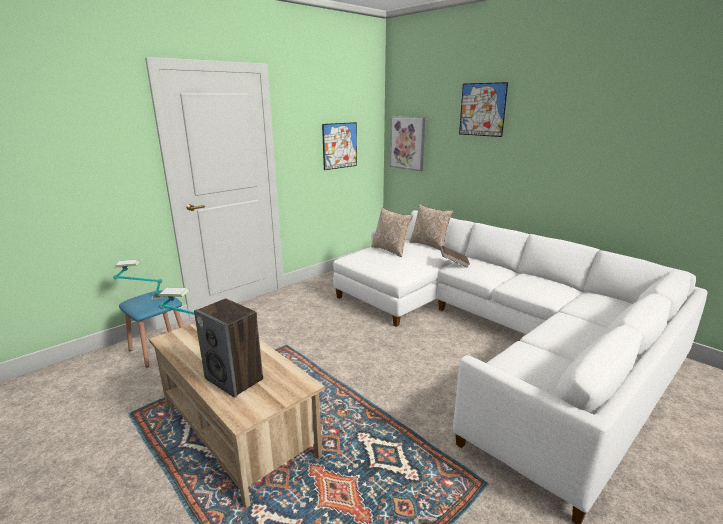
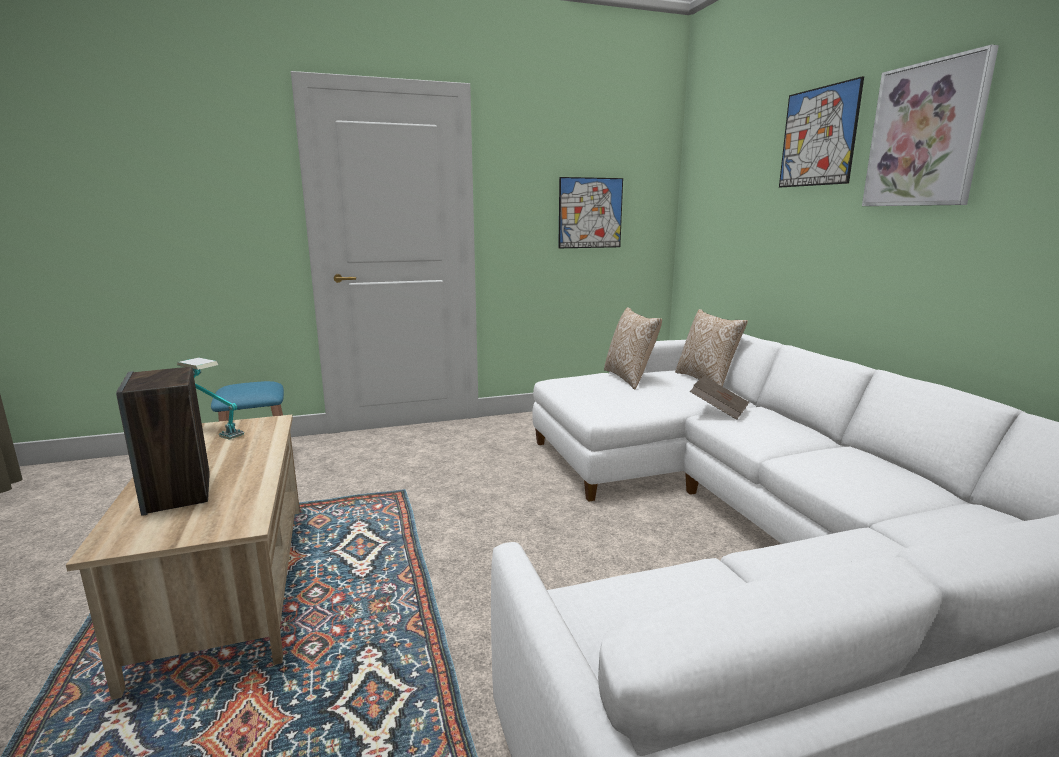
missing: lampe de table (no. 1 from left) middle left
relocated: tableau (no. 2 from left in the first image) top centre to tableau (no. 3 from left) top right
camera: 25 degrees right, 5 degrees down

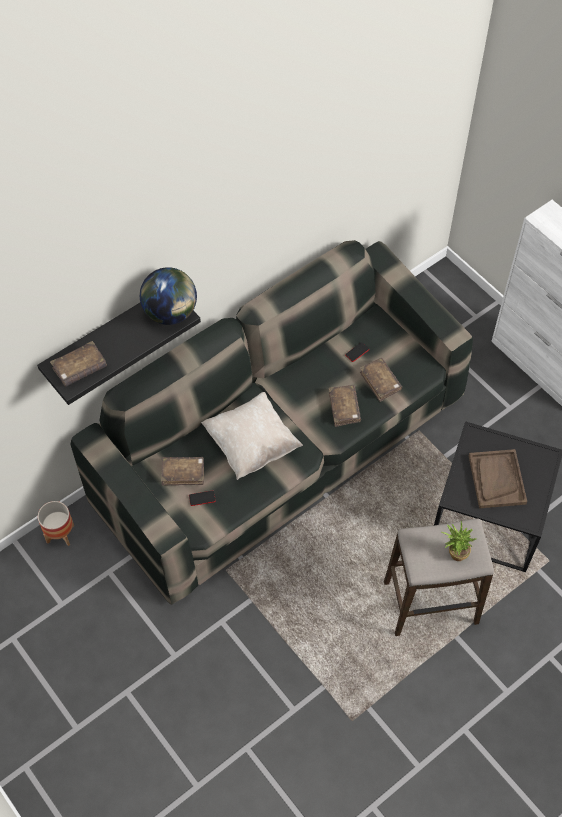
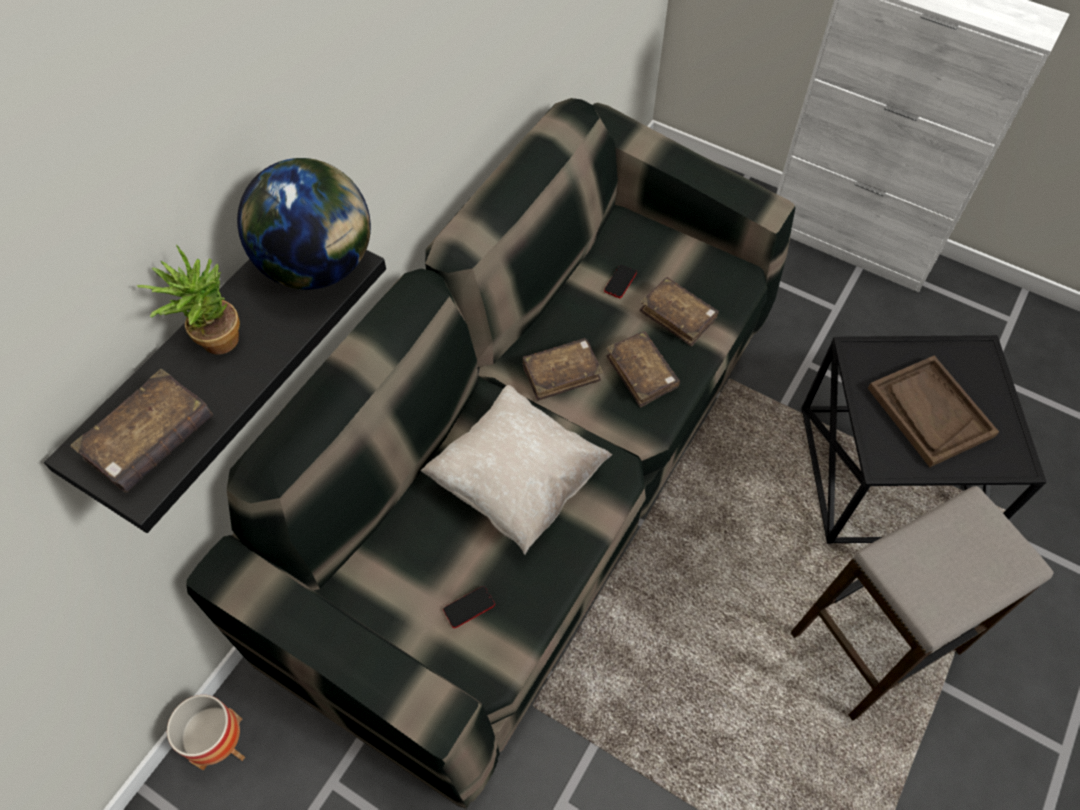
relocated: livre [marron] (no. 2 from left) middle left to centre; plante en pot middle right to middle left
camera: 20 degrees left, 0 degrees up

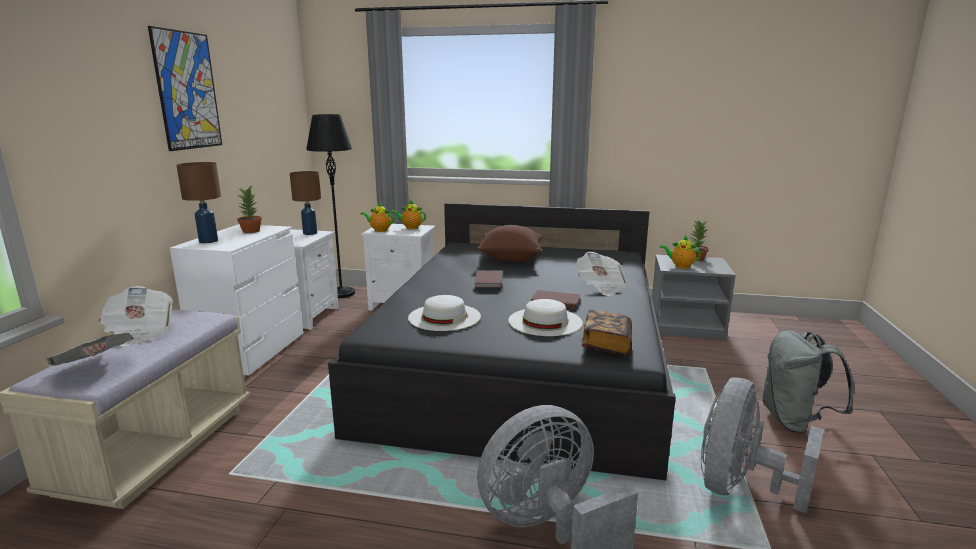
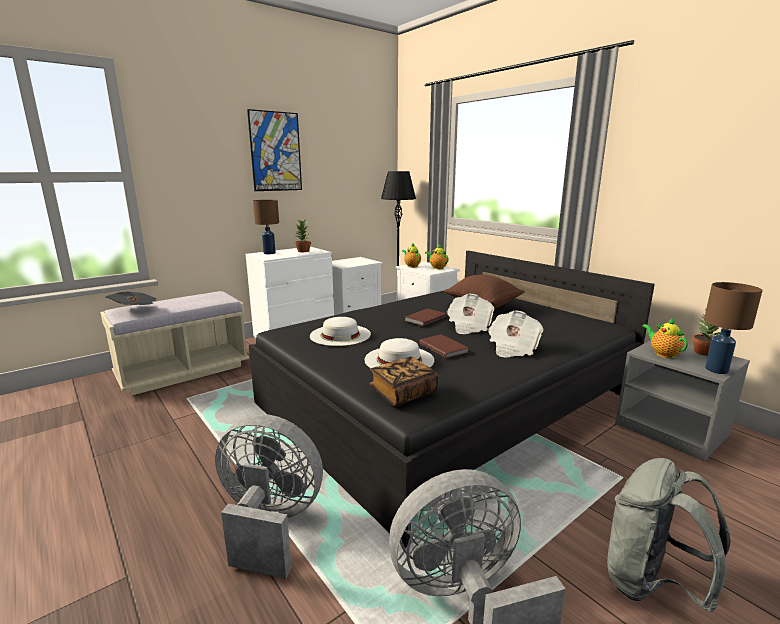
relocated: lampe de table [marron] (no. 2 from left) middle left to middle right; journal (no. 2 from left) middle left to centre
camera: 40 degrees right, 0 degrees up

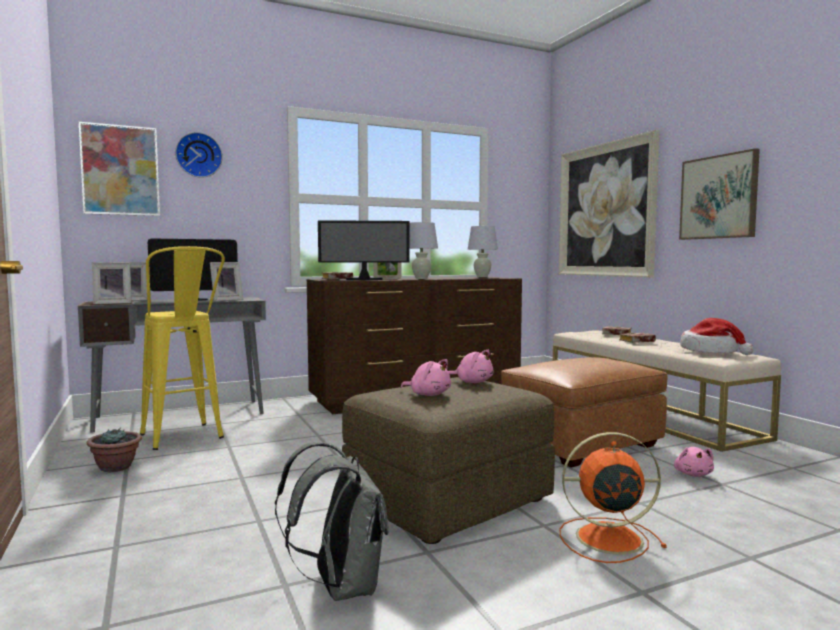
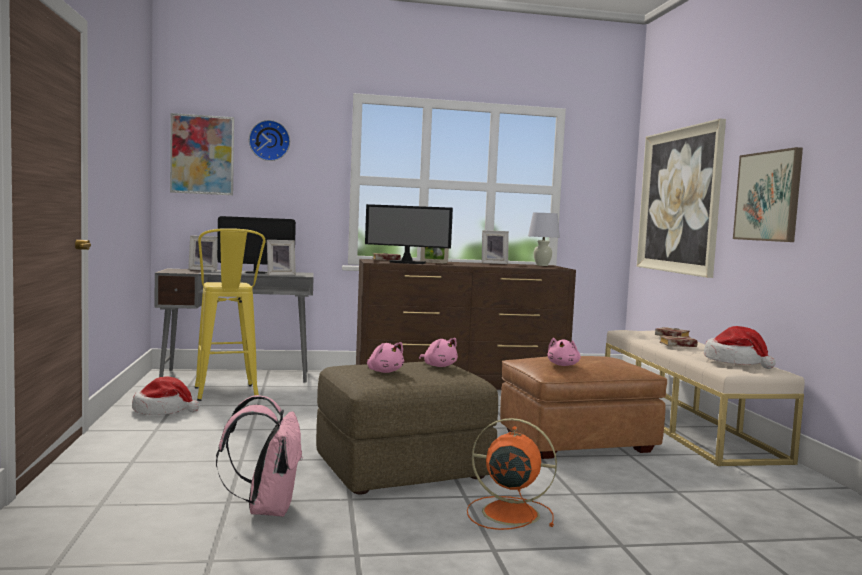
missing: lampe de table [blanc] (no. 1 from left) centre
relocated: cadre photo (no. 1 from left in the first image) middle left to cadre photo (no. 4 from left) centre; peluche [rose] (no. 3 from left) bottom right to centre
exchanged: plante en pot bottom left to chapeau (no. 1 from left) bottom left
colour: sac à dos [gris] bottom centre to sac à dos [rose] bottom left
camera: 15 degrees right, 0 degrees up

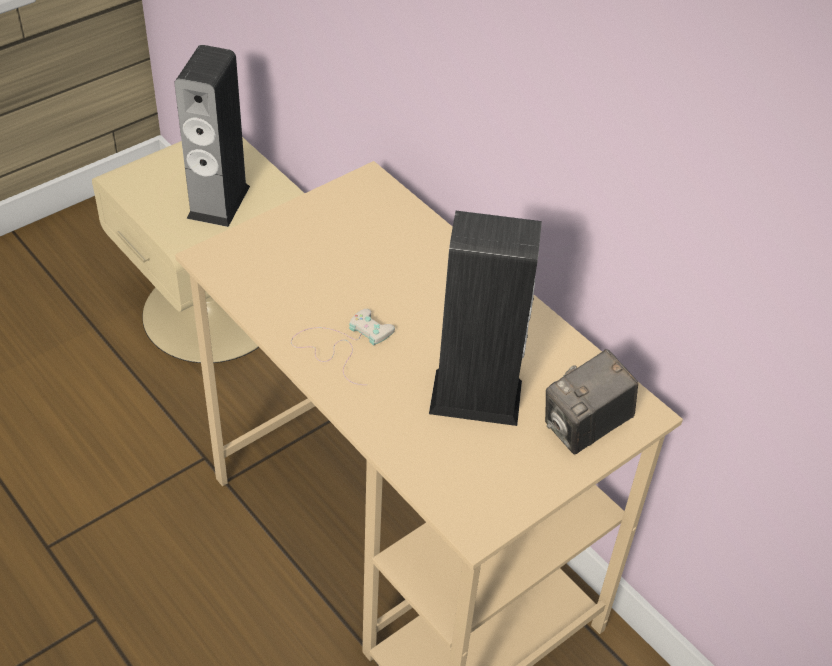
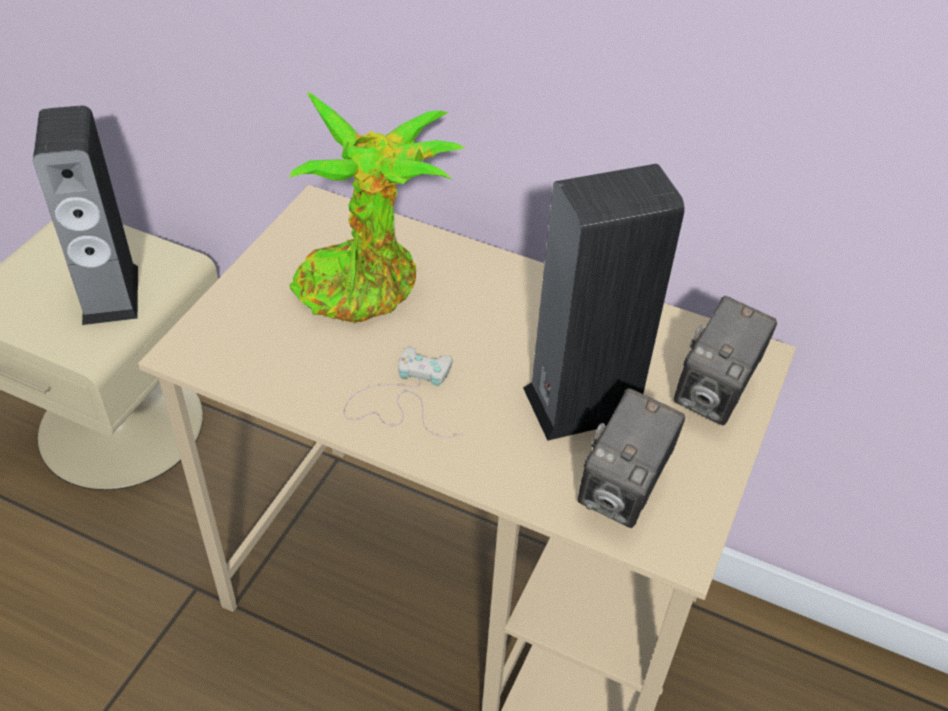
appeared: plante en pot top centre; appareil photo (no. 1 from left) centre
camera: 25 degrees left, 0 degrees up

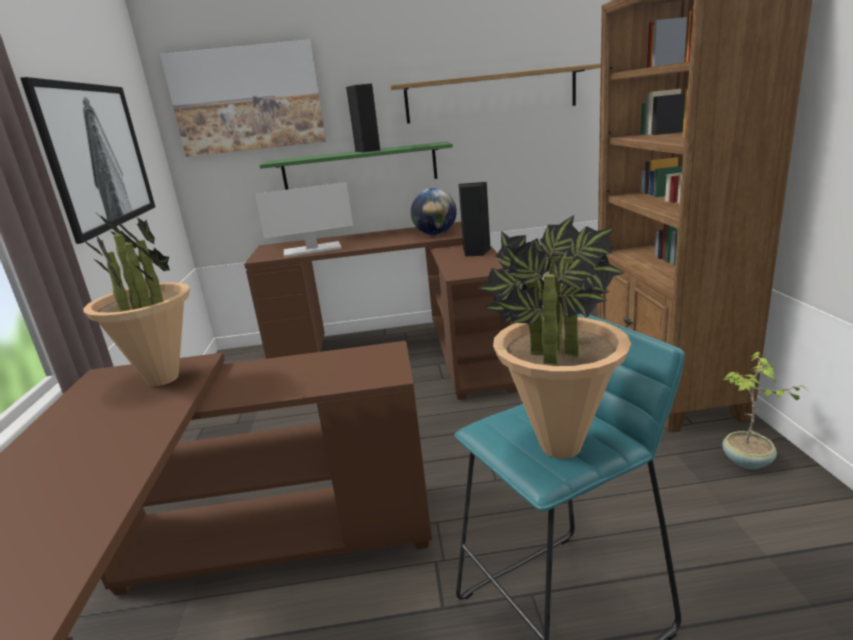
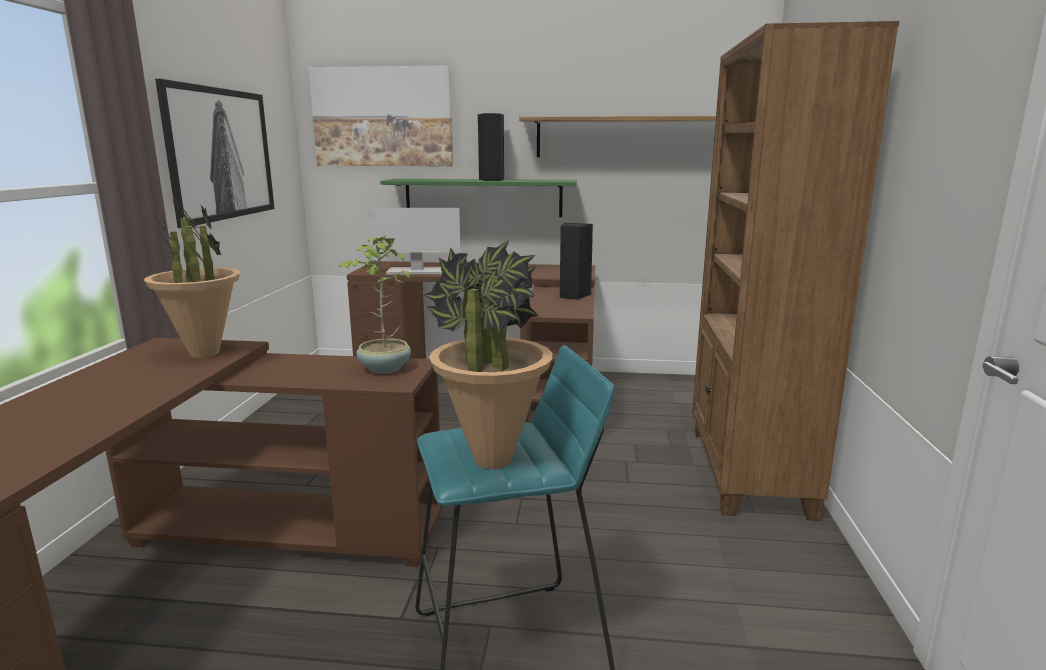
missing: globe top centre
relocated: plante en pot (no. 3 from left in the first image) middle right to plante en pot (no. 2 from left) centre
camera: 10 degrees right, 5 degrees down

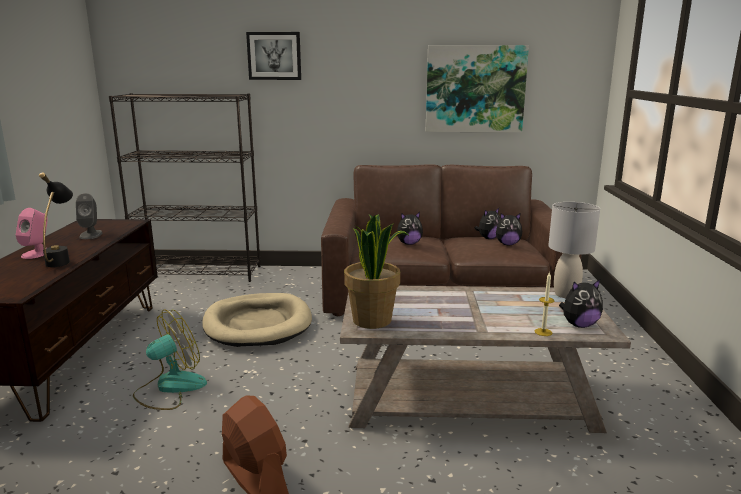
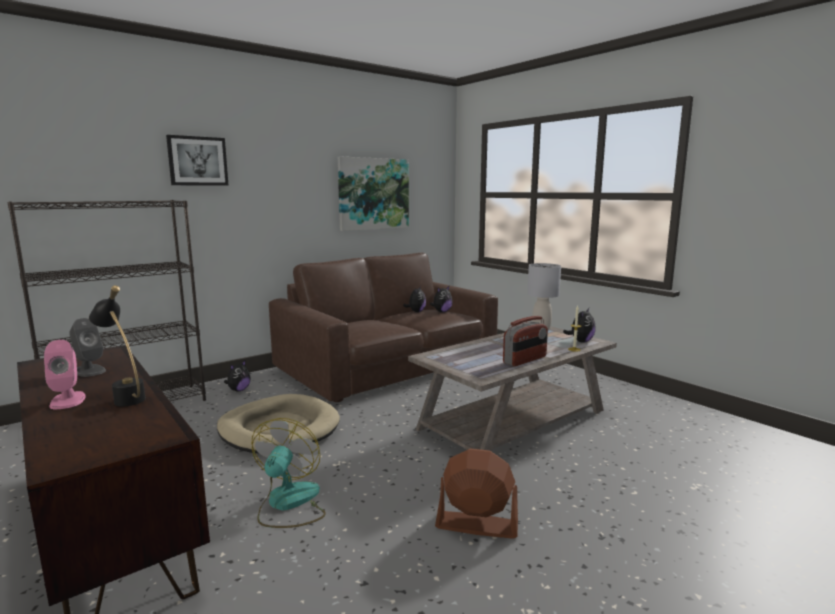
missing: plante en pot centre
appeared: radio centre
relocated: peluche (no. 1 from left) centre to middle left
camera: 40 degrees left, 5 degrees down

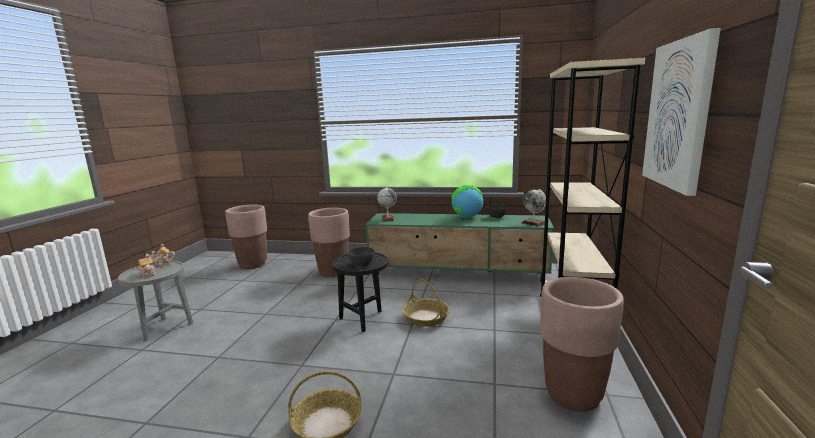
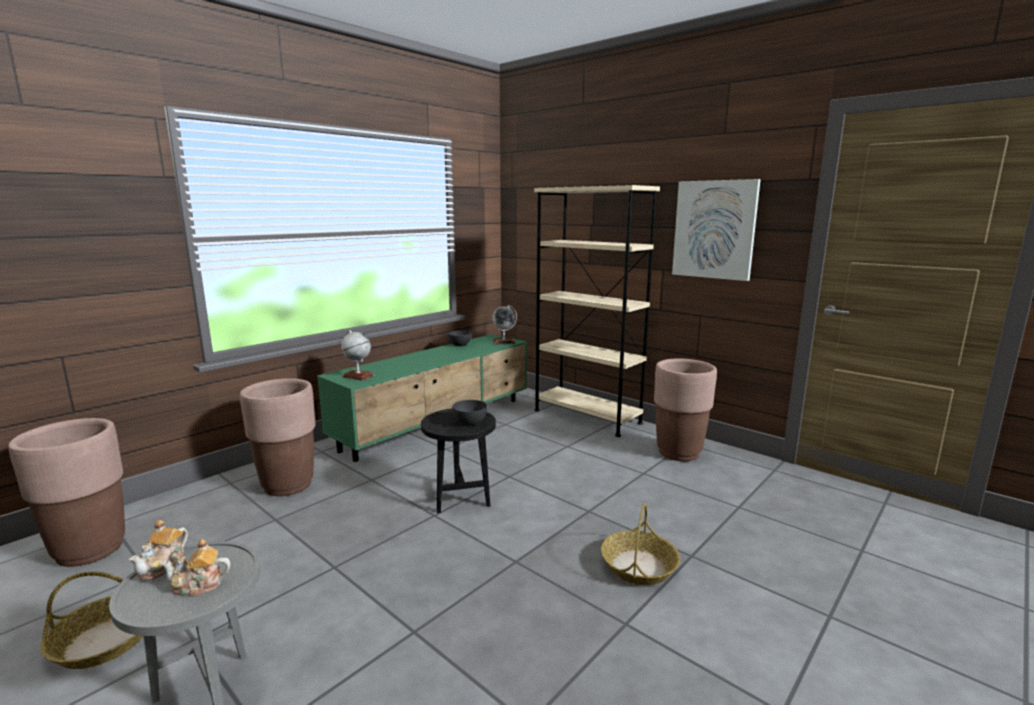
missing: globe (no. 2 from left) centre
relocated: panier (no. 2 from left in the first image) bottom centre to panier (no. 1 from left) bottom left
camera: 60 degrees left, 0 degrees up

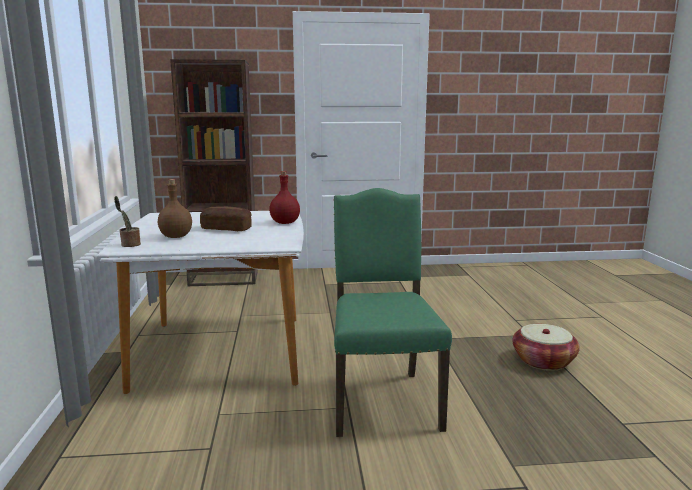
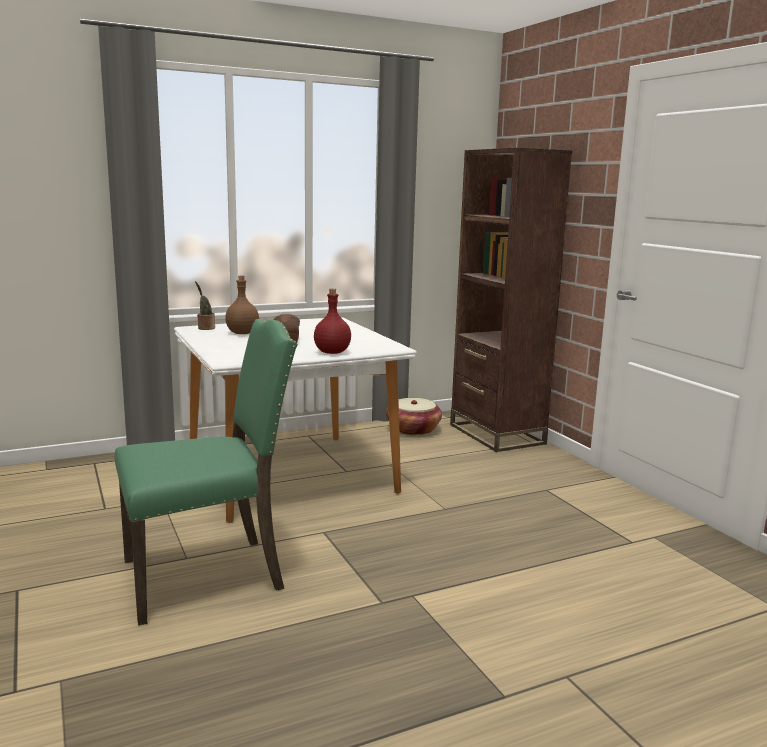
relocated: panier bottom right to centre
camera: 70 degrees right, 0 degrees up

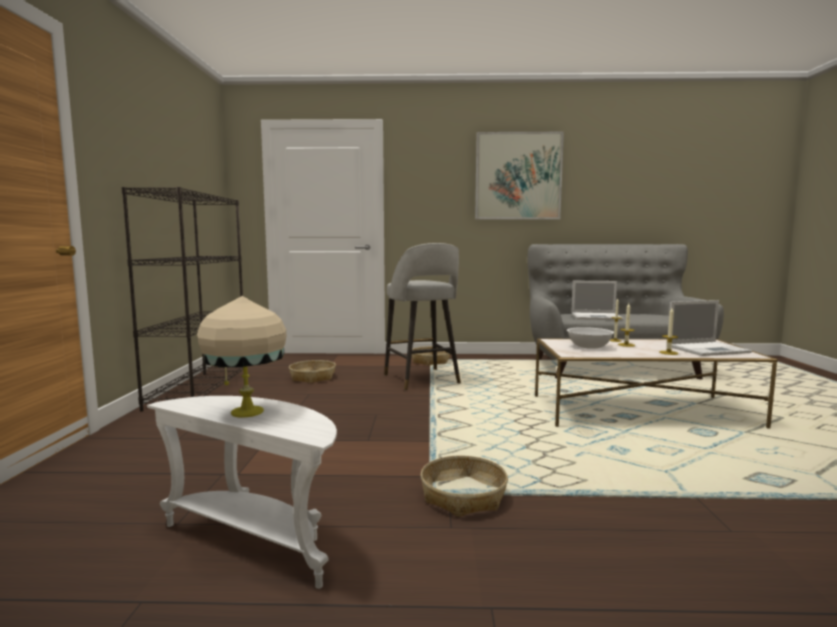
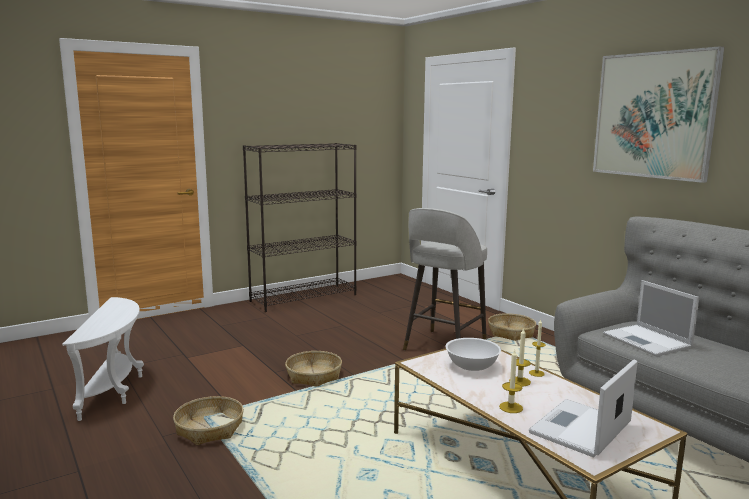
missing: lampe de table [beige] middle left
relocated: panier (no. 1 from left in the first image) centre to panier (no. 2 from left) bottom centre
spun: ordinateur portable (no. 2 from left in the first image) middle right = bottom right 90 degrees clockwise
camera: 55 degrees right, 5 degrees up

